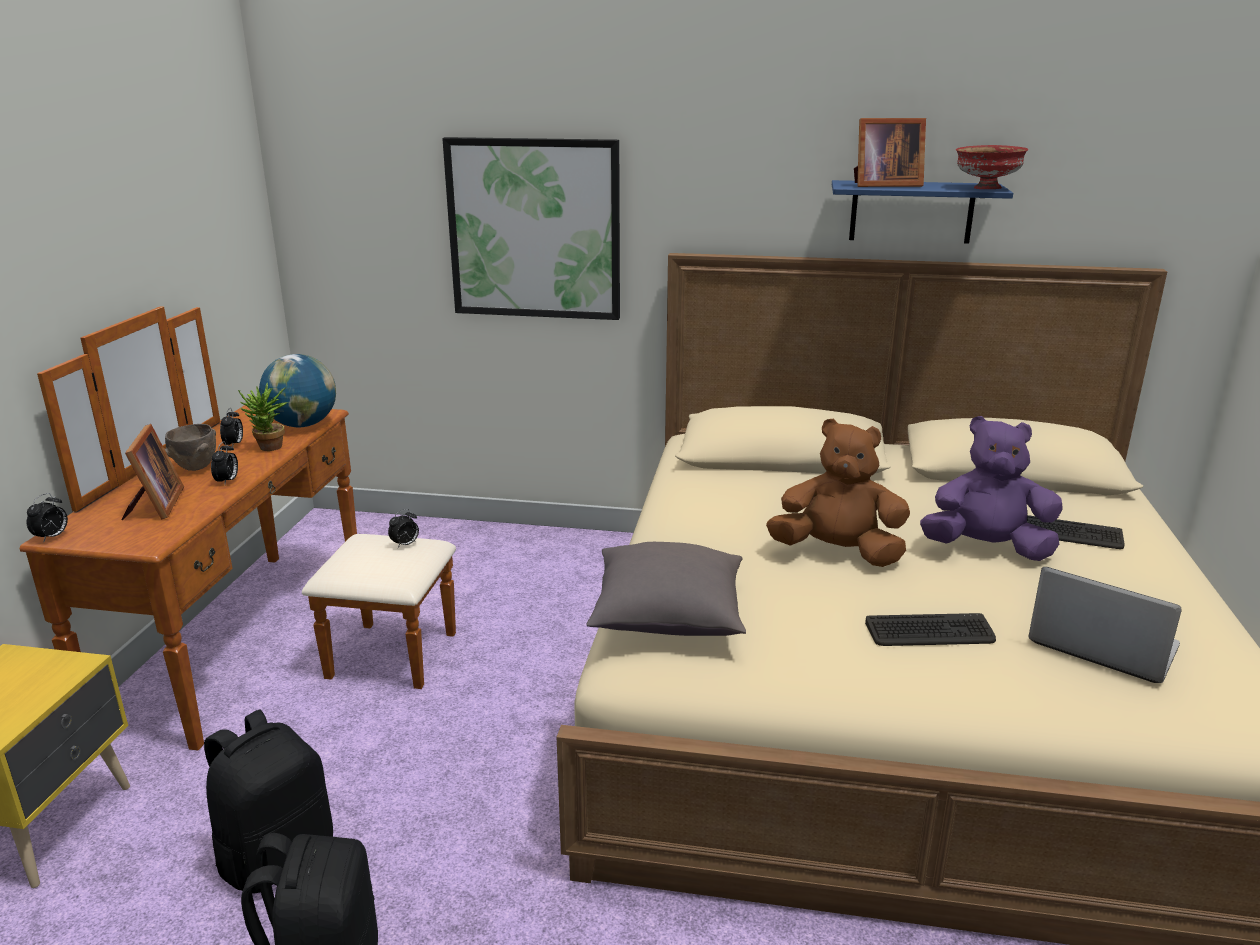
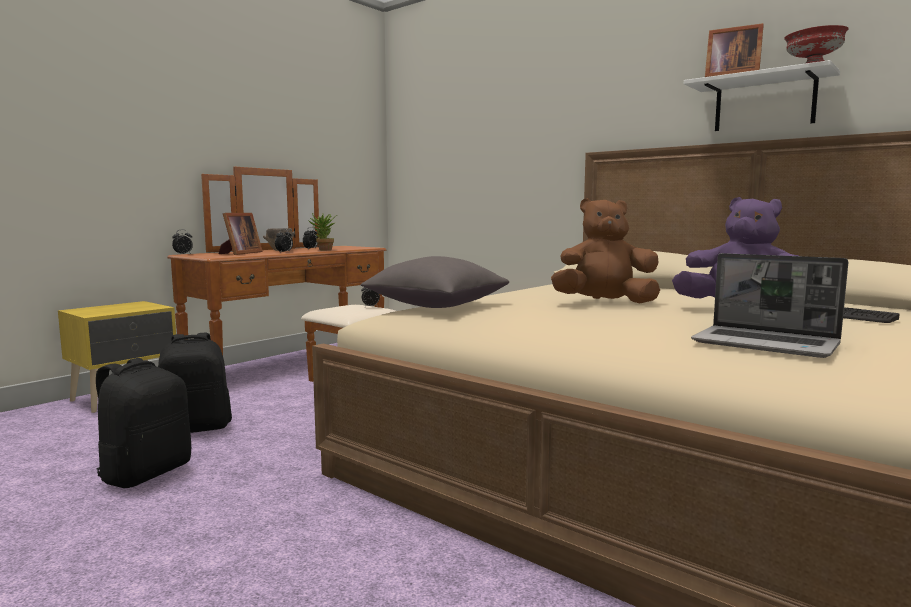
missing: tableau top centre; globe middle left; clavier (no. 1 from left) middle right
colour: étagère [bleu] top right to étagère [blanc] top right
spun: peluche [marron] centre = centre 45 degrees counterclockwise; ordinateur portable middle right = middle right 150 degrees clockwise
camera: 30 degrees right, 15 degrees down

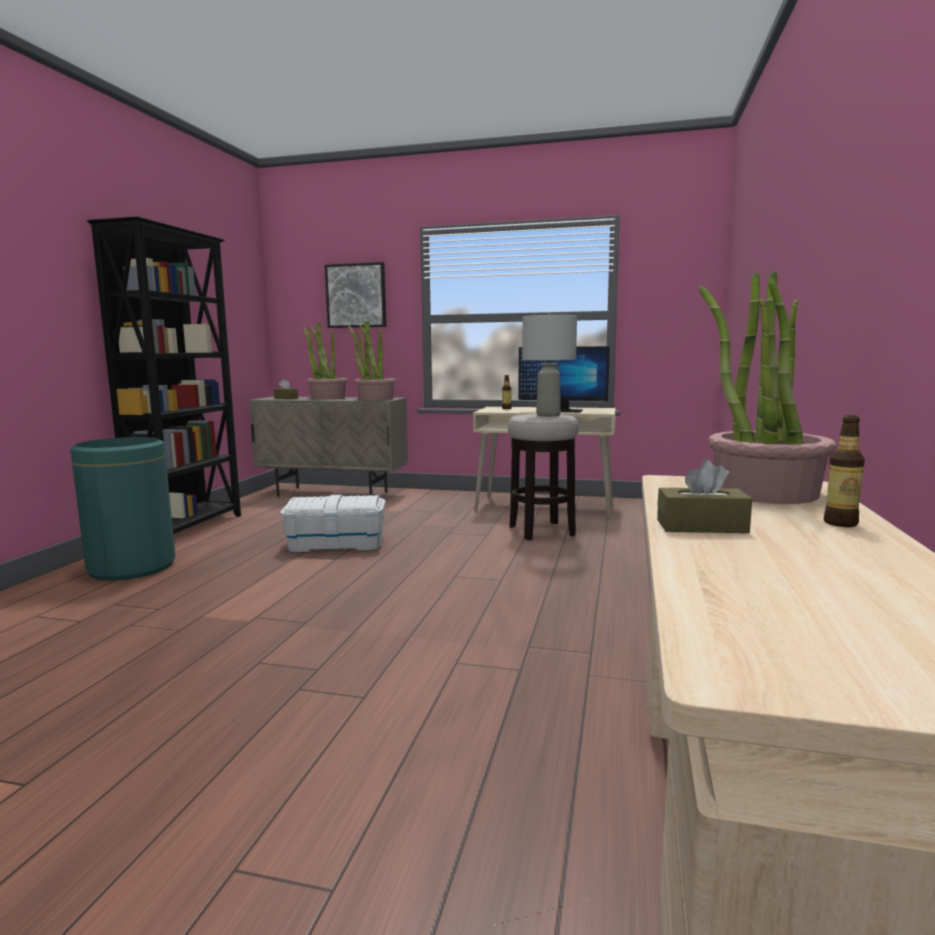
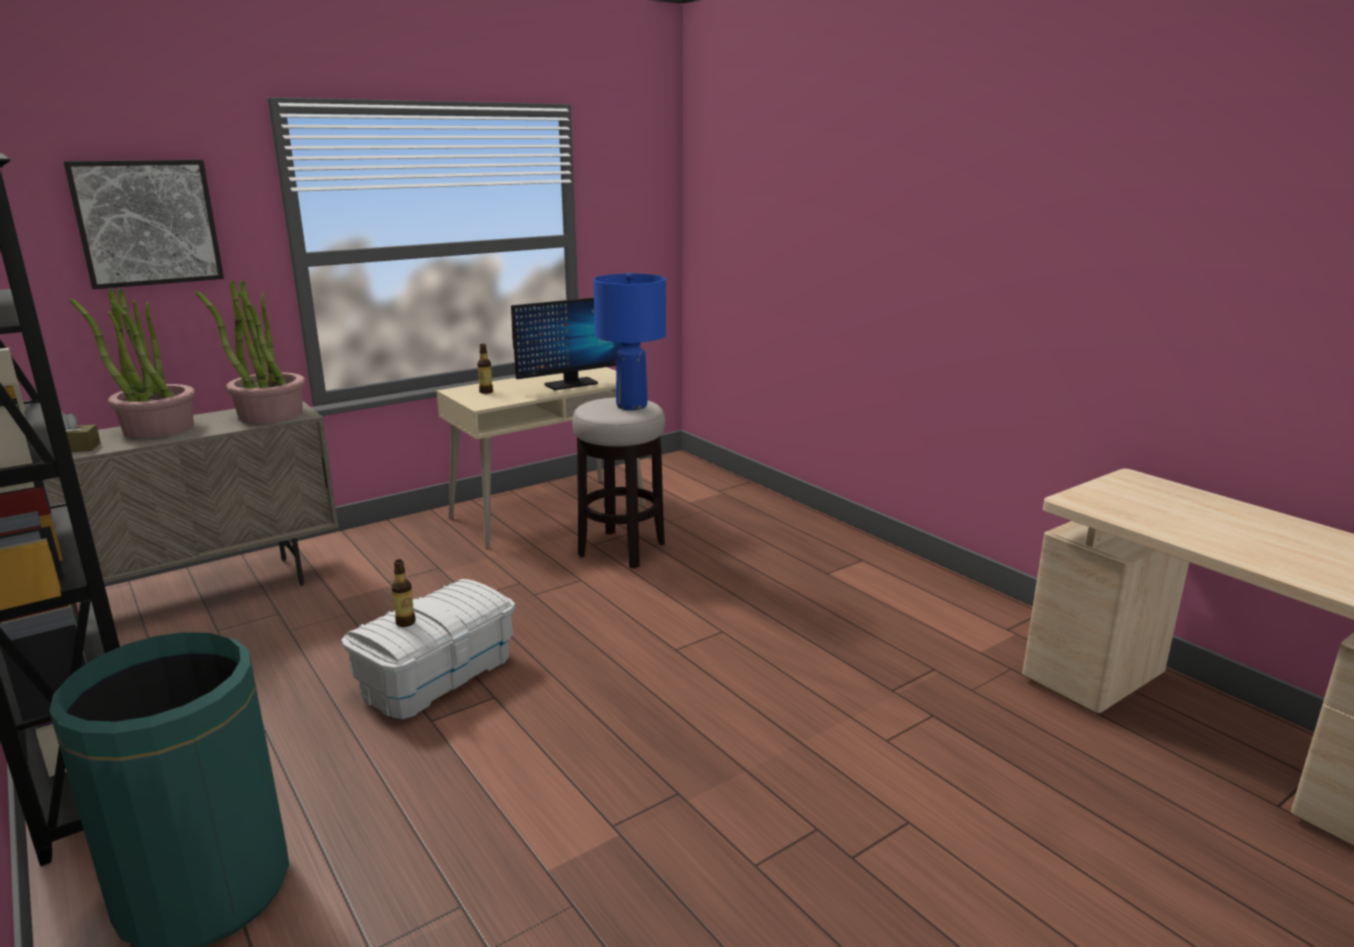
missing: plante en pot (no. 3 from left) middle right; boîte à mouchoirs [marron] (no. 2 from left) middle right
relocated: bouteille (no. 2 from left in the first image) middle right to bouteille (no. 1 from left) middle left
colour: lampe de table [gris] centre to lampe de table [bleu] centre
camera: 50 degrees left, 10 degrees up

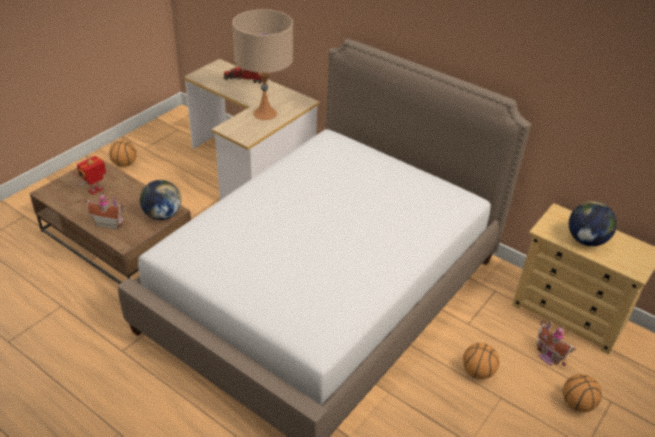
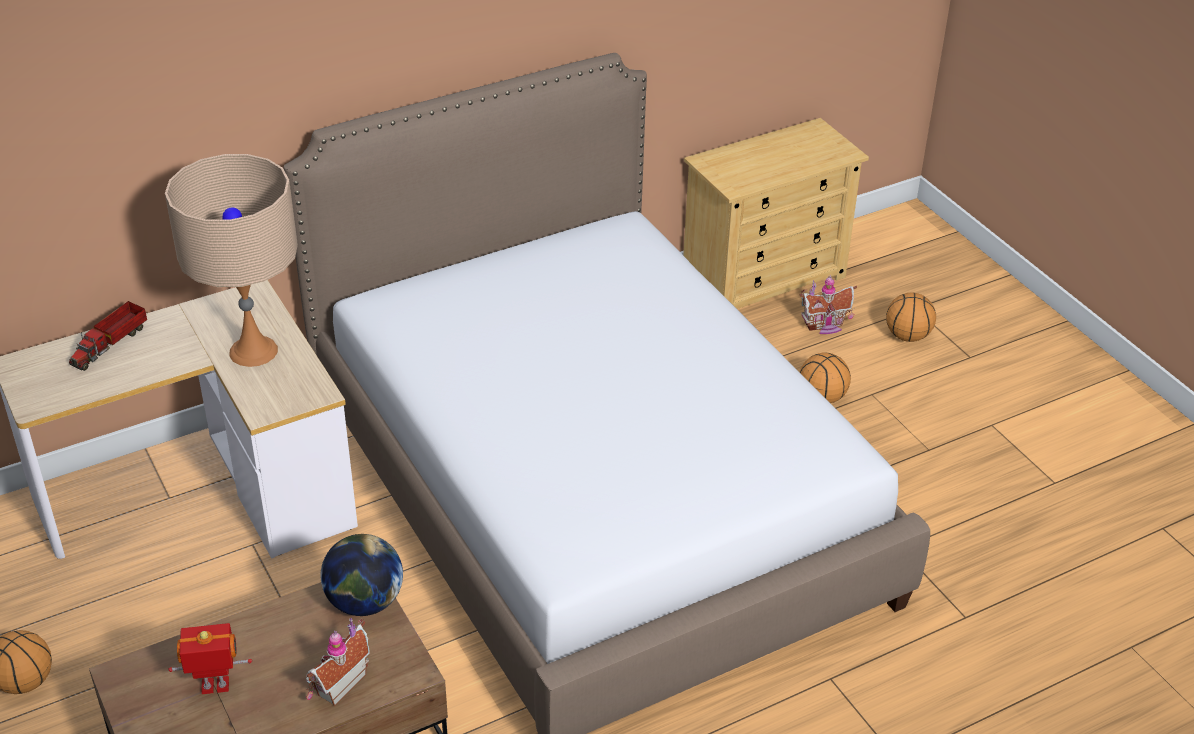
missing: globe (no. 2 from left) middle right
spun: robot jouet middle left = bottom left 105 degrees clockwise
camera: 65 degrees left, 0 degrees up

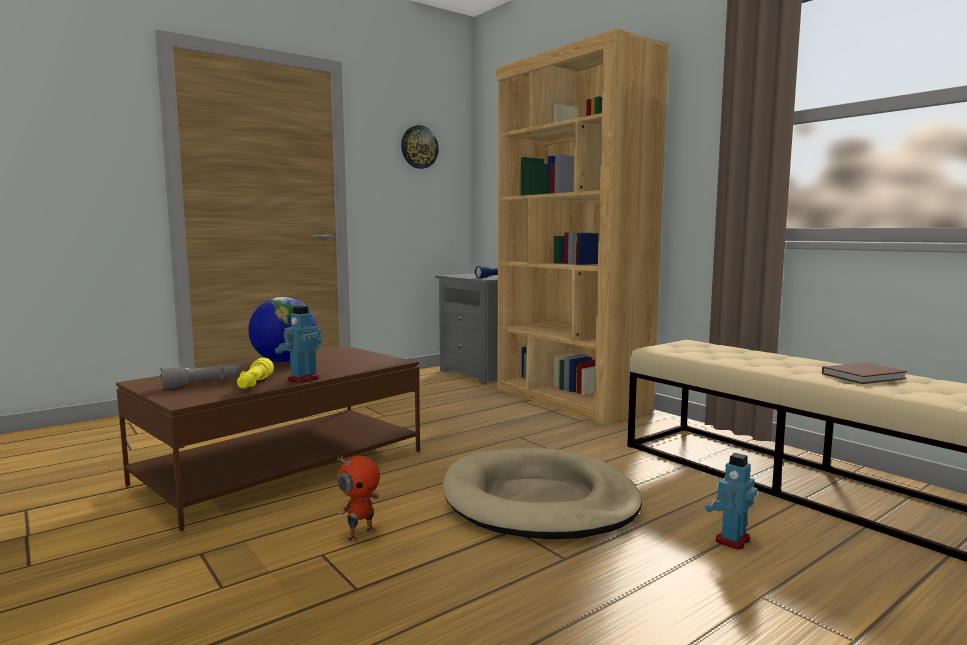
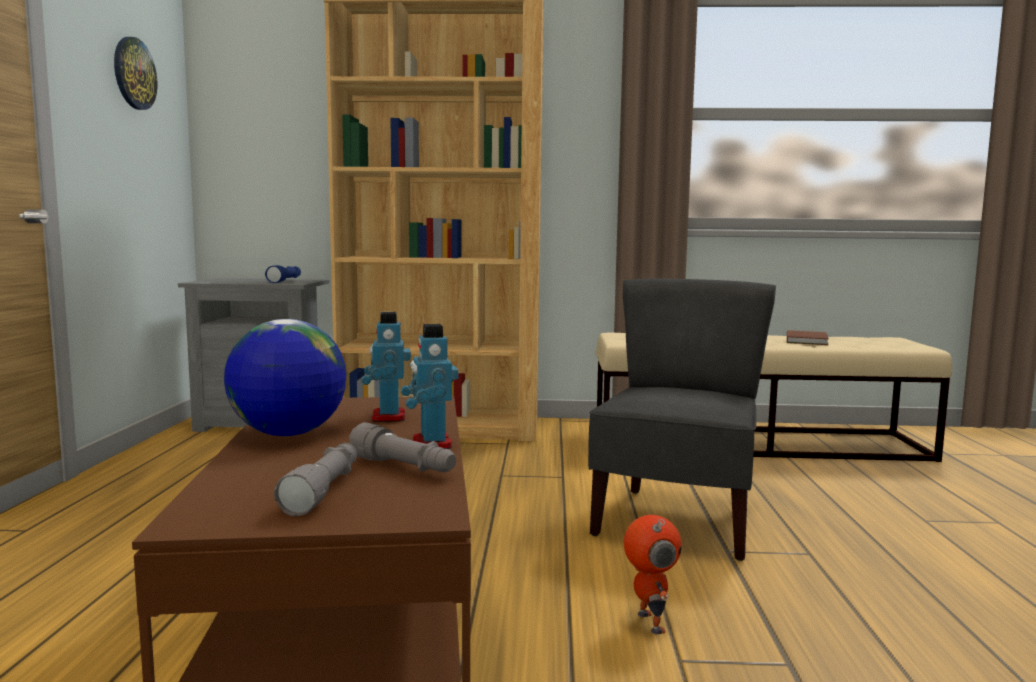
relocated: robot jouet (no. 3 from left in the first image) bottom right to robot jouet (no. 1 from left) centre
exchanged: panier pour chien [beige] bottom centre to chaise [gris] centre
colour: lampe de poche [jaune] middle left to lampe de poche [gris] (no. 2 from left) centre
camera: 50 degrees left, 0 degrees up

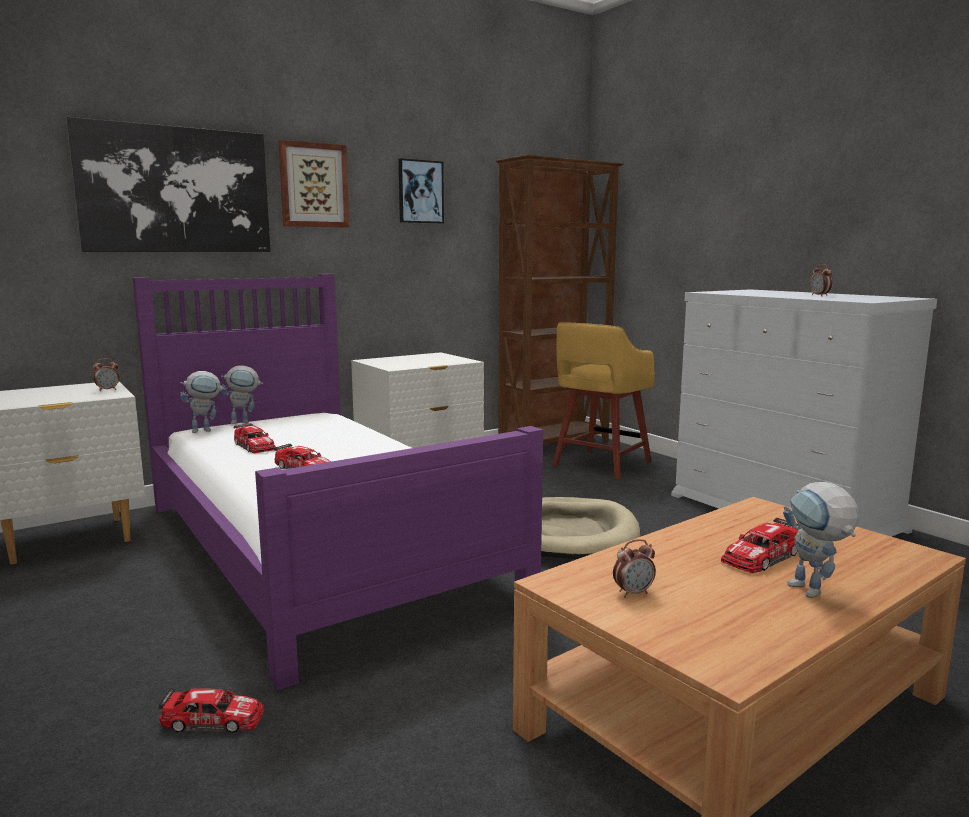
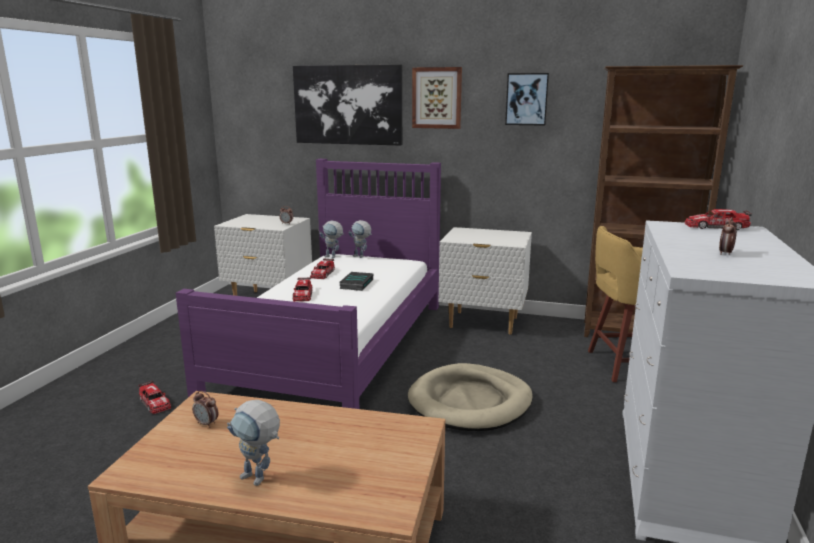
appeared: livre centre
relocated: petite voiture (no. 4 from left) bottom right to middle right
spun: robot jouet (no. 3 from left in the first image) middle right = bottom left 90 degrees counterclockwise
camera: 50 degrees right, 5 degrees up

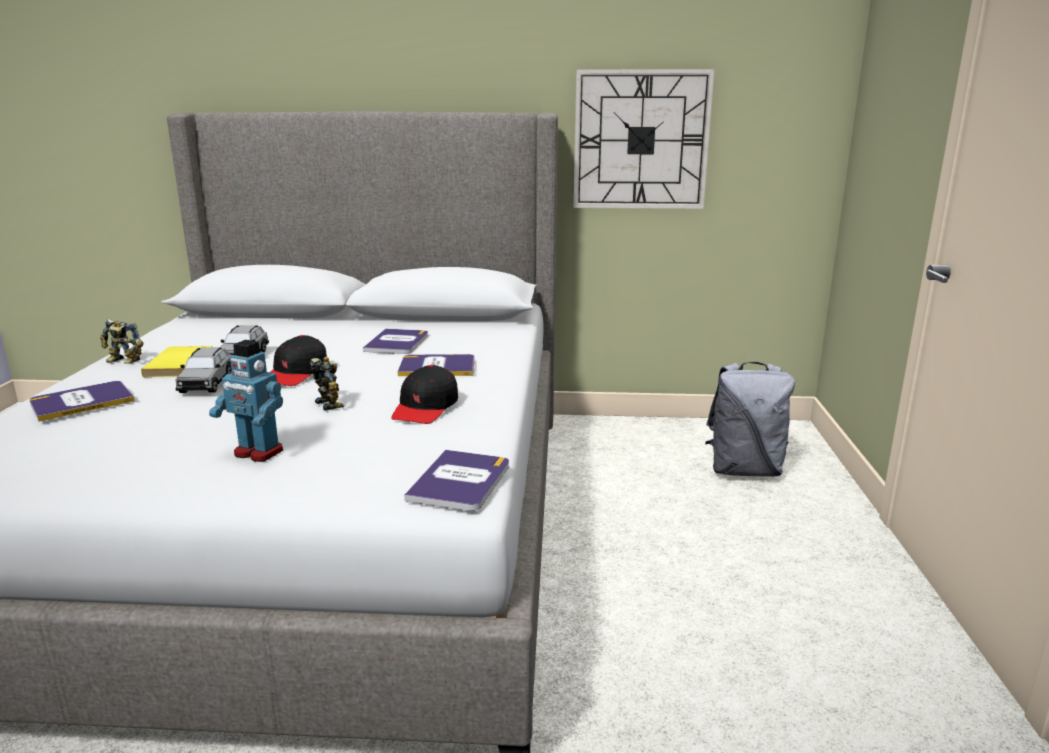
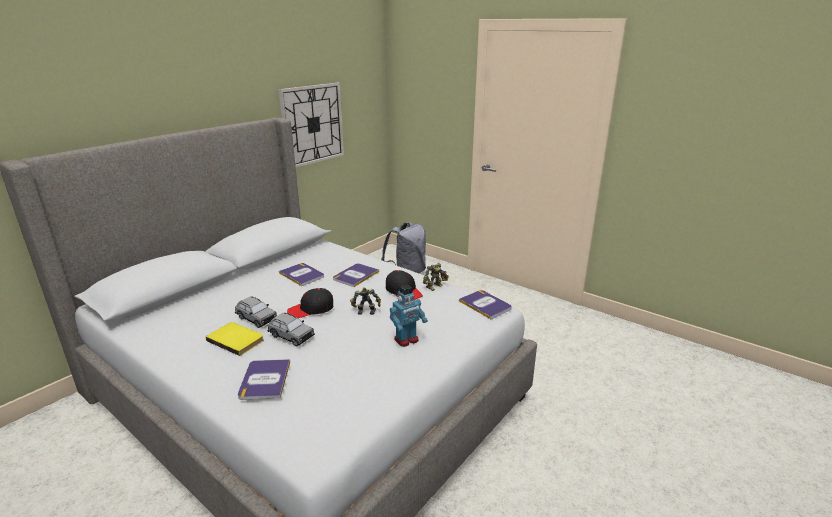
relocated: robot jouet (no. 1 from left in the first image) middle left to robot jouet (no. 3 from left) centre
spun: casquette [noir] (no. 1 from left) middle left = centre 105 degrees clockwise
camera: 55 degrees left, 5 degrees up

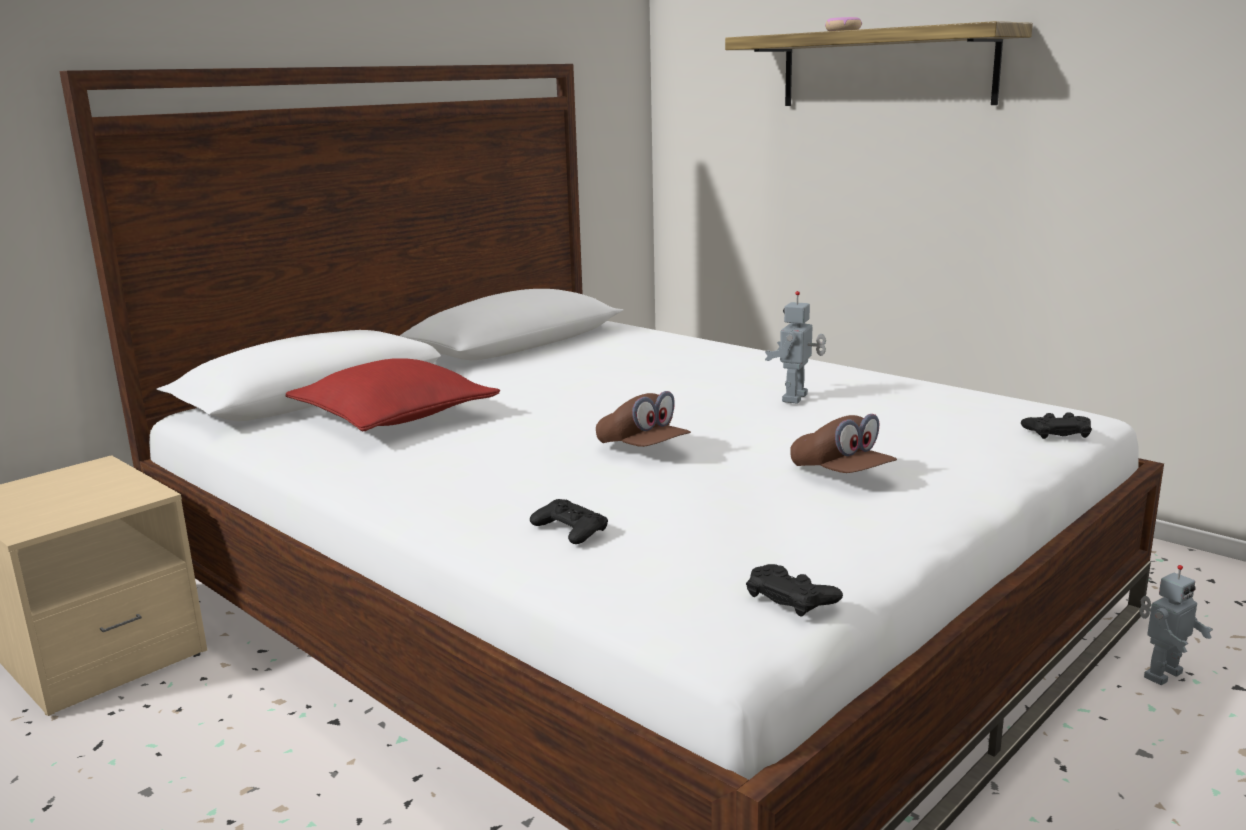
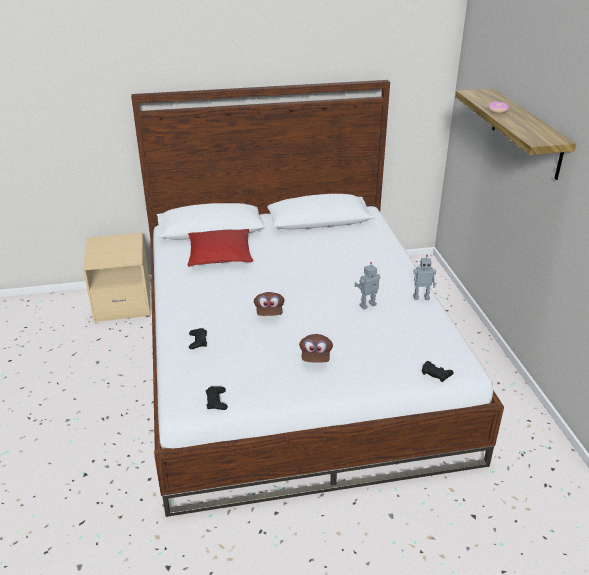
relocated: robot jouet (no. 2 from left) bottom right to middle right
camera: 35 degrees right, 15 degrees up

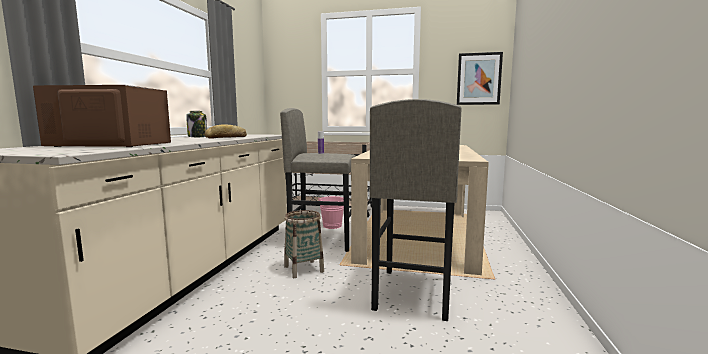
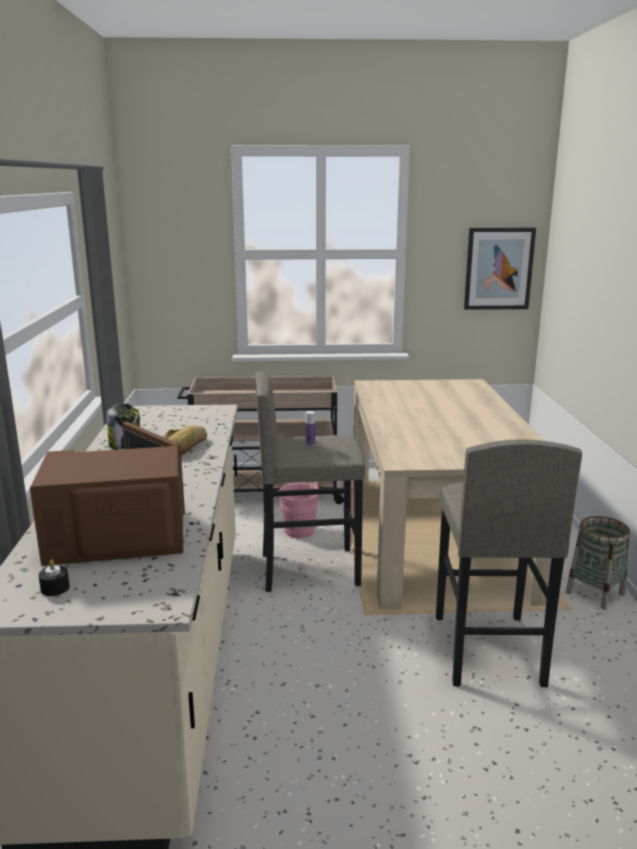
appeared: bougie [noir] bottom left
relocated: panier bottom centre to middle right
camera: 15 degrees left, 10 degrees up

